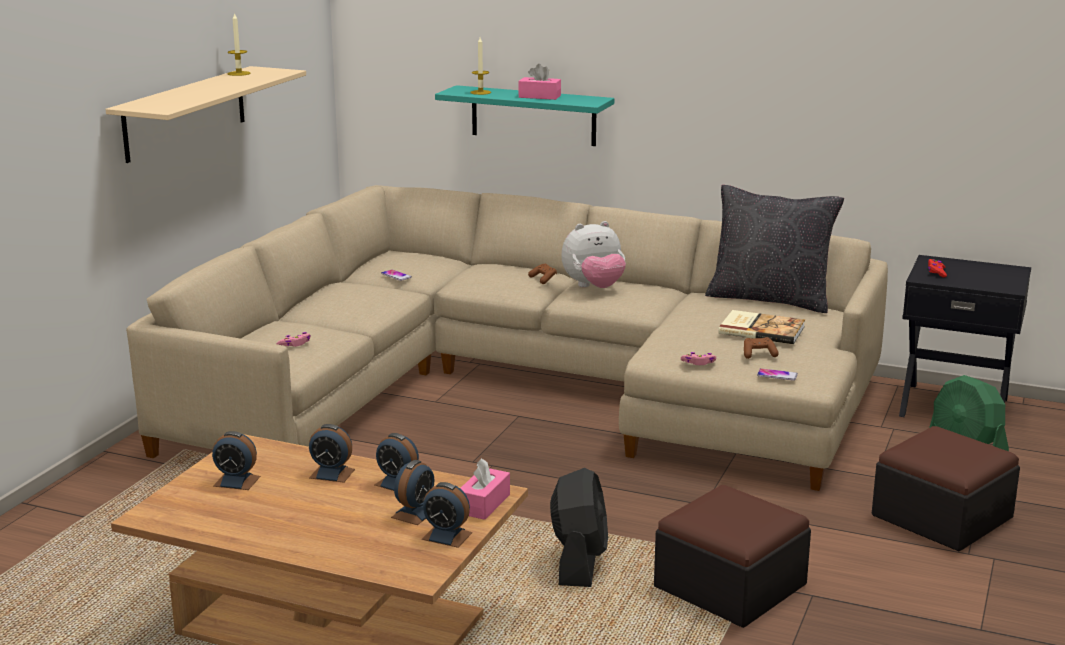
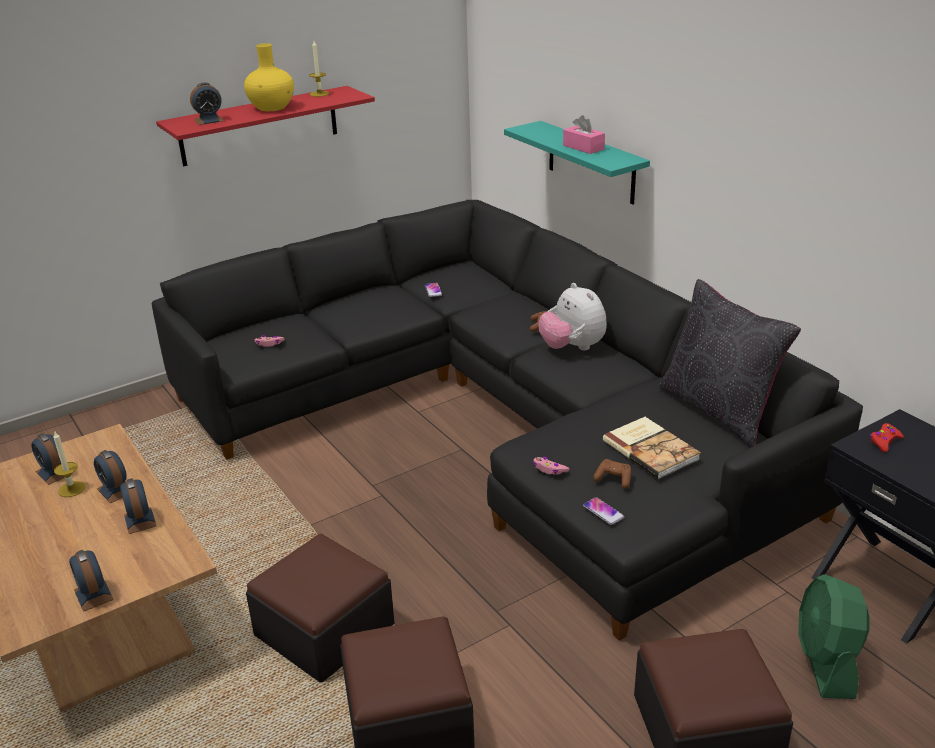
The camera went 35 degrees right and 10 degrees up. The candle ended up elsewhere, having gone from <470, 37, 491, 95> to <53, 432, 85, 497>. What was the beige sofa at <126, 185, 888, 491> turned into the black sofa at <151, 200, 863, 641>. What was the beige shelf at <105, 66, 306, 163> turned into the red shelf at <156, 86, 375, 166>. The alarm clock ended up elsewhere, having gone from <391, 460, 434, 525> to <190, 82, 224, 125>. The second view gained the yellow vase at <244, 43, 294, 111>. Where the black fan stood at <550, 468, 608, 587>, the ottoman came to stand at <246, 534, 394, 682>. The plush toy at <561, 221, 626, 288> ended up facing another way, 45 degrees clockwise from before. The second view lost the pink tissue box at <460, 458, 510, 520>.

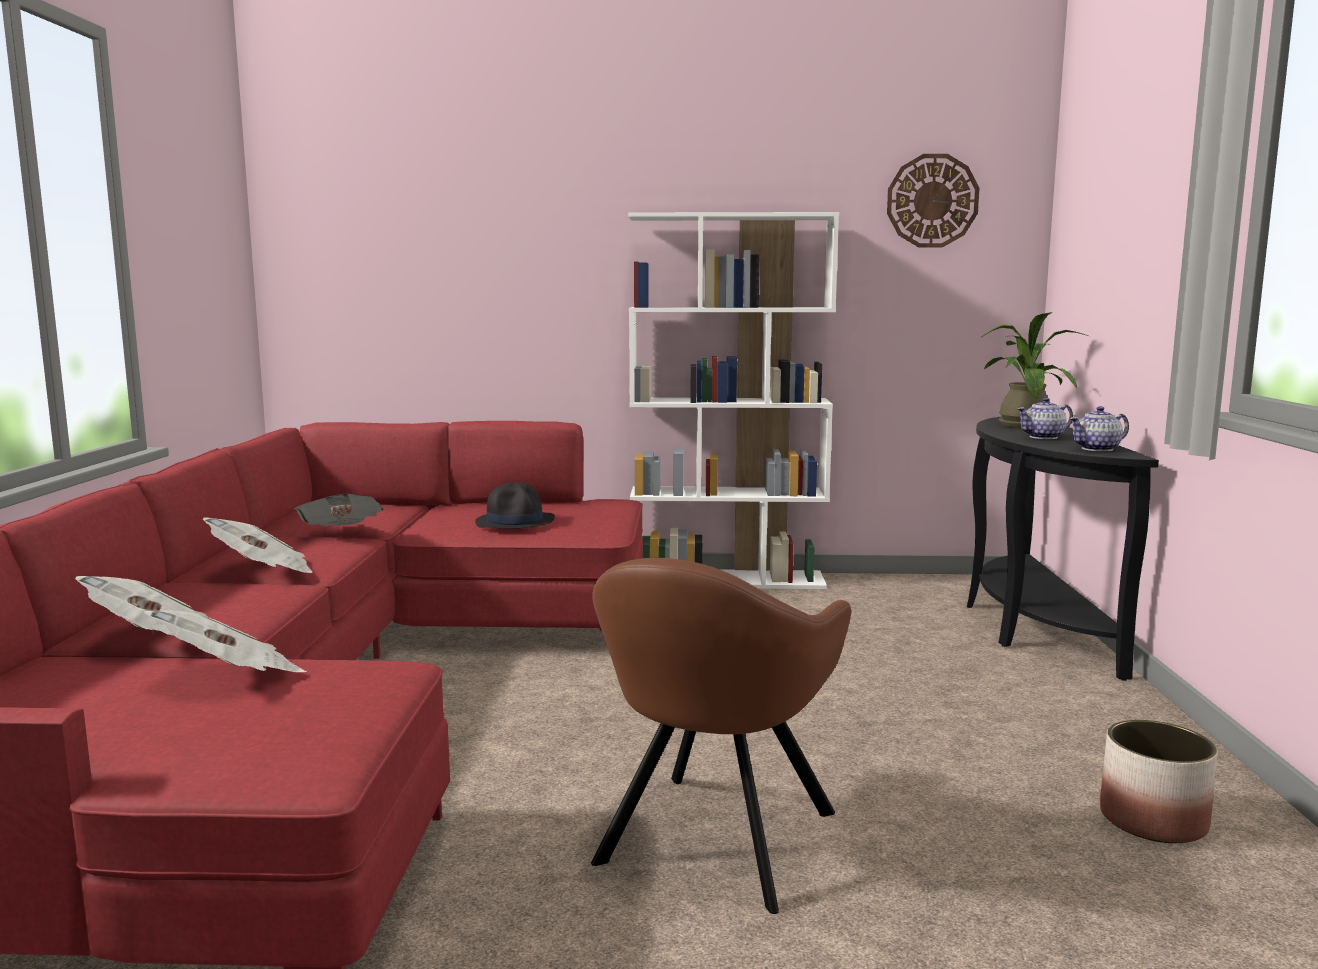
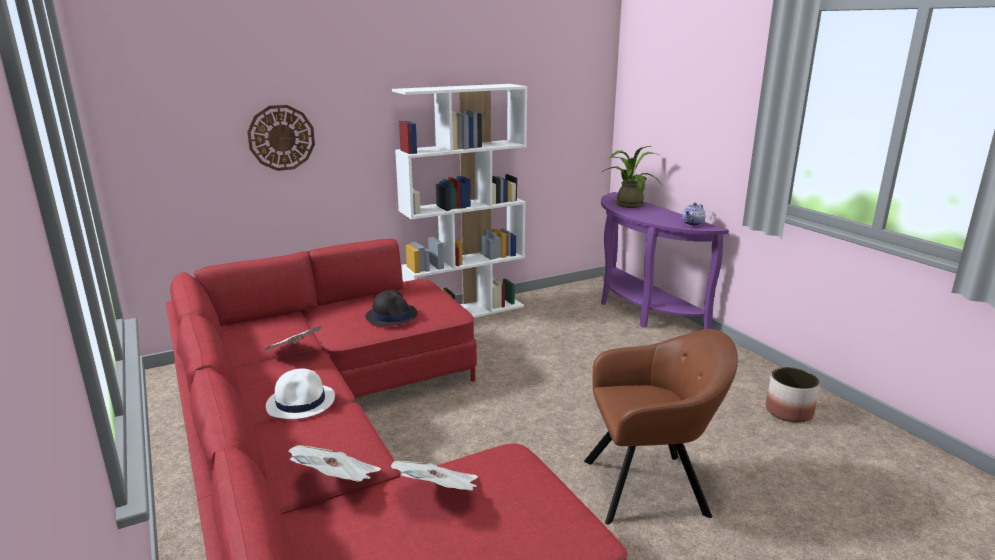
The camera went 30 degrees left and 10 degrees up. The wall clock ended up elsewhere, having gone from <887, 154, 980, 247> to <247, 105, 315, 171>. Where the newspaper stood at <203, 517, 312, 573>, the white hat came to stand at <266, 369, 335, 419>. The brown armchair at <591, 558, 851, 914> ended up facing another way, 90 degrees counterclockwise from before. What was the black console table at <967, 416, 1159, 681> turned into the purple console table at <601, 192, 729, 329>. The second view lost the teapot at <1017, 398, 1073, 439>.

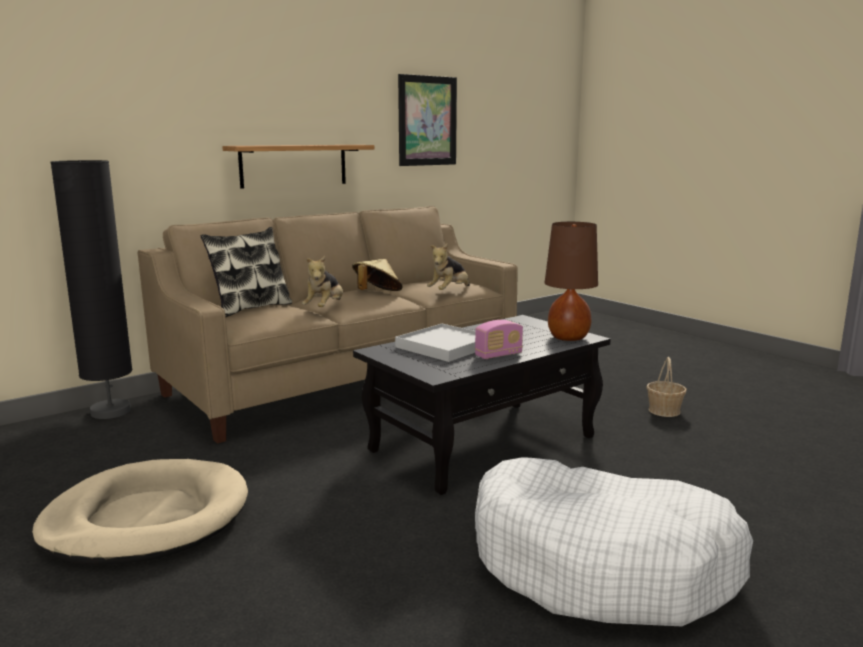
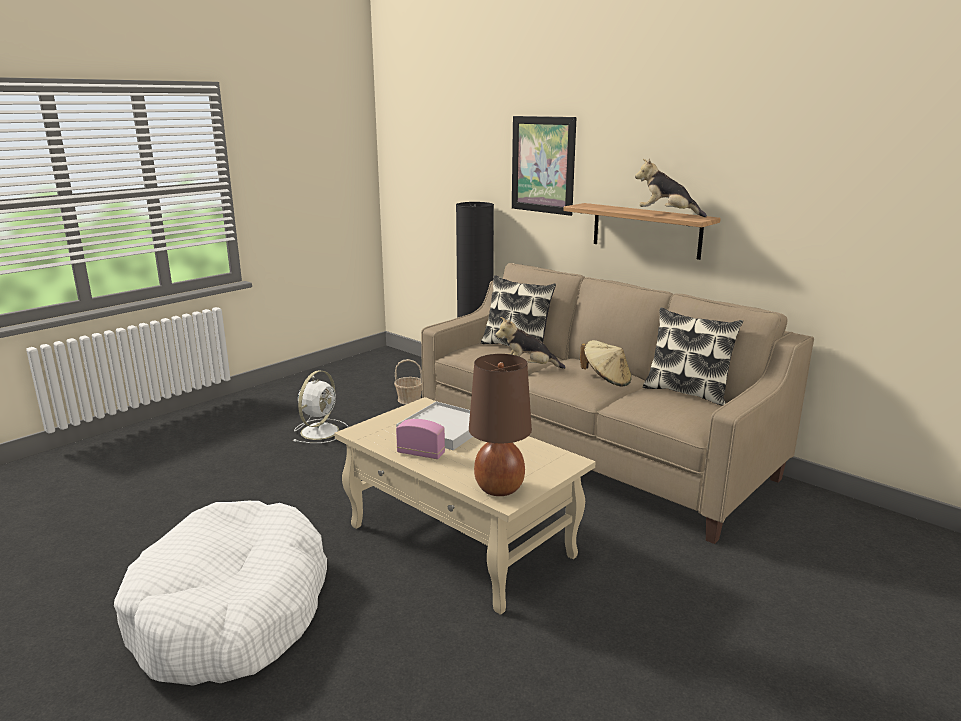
The camera went 80 degrees right and 5 degrees up. Where the beige dog bed stood at <32, 459, 248, 565>, the white fan came to stand at <293, 370, 348, 443>. What was the black coffee table at <353, 315, 611, 495> turned into the beige coffee table at <334, 397, 596, 615>. The basket ended up elsewhere, having gone from <646, 357, 687, 417> to <394, 359, 422, 404>. The radio at <475, 320, 523, 359> ended up facing another way, 150 degrees clockwise from before. The picture ended up elsewhere, having gone from <398, 74, 457, 166> to <512, 116, 577, 216>. The plush toy ended up elsewhere, having gone from <427, 244, 470, 290> to <635, 158, 707, 217>. The second view gained the pillow at <643, 308, 743, 406>.

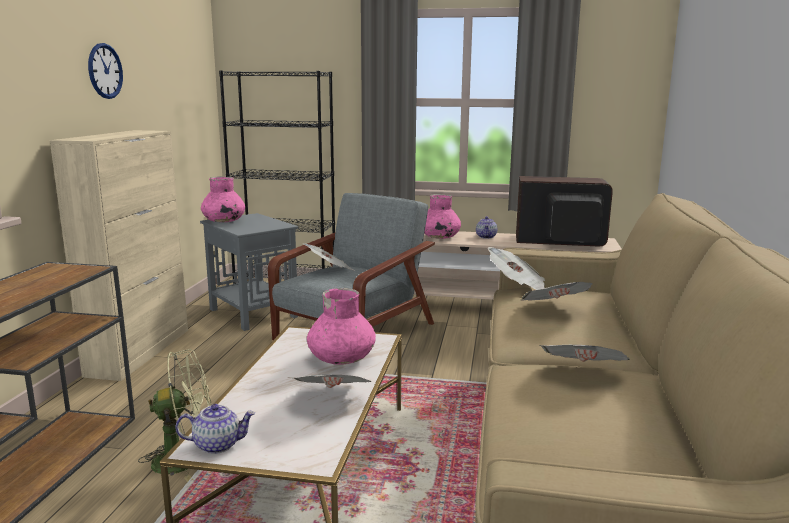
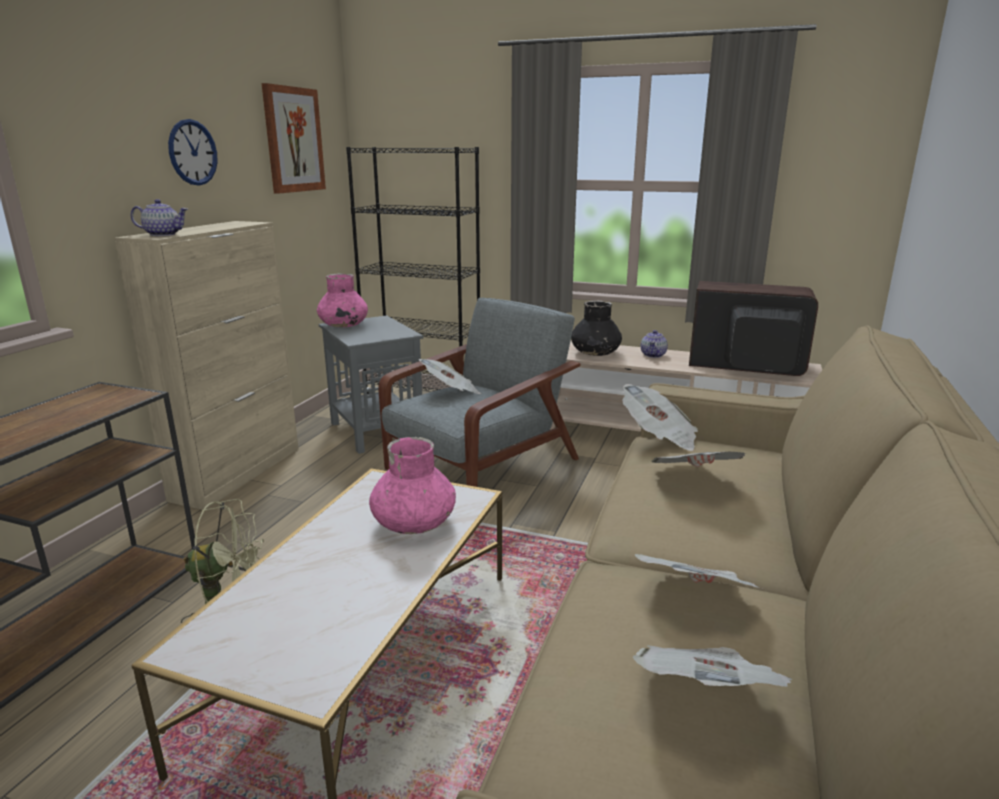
The camera went 10 degrees right and 5 degrees up. The teapot ended up elsewhere, having gone from <175, 404, 255, 454> to <131, 199, 188, 236>. The second view gained the picture at <261, 83, 326, 194>. What was the pink vase at <424, 194, 461, 239> turned into the black vase at <571, 300, 622, 356>. The newspaper ended up elsewhere, having gone from <288, 375, 372, 388> to <632, 645, 792, 686>.

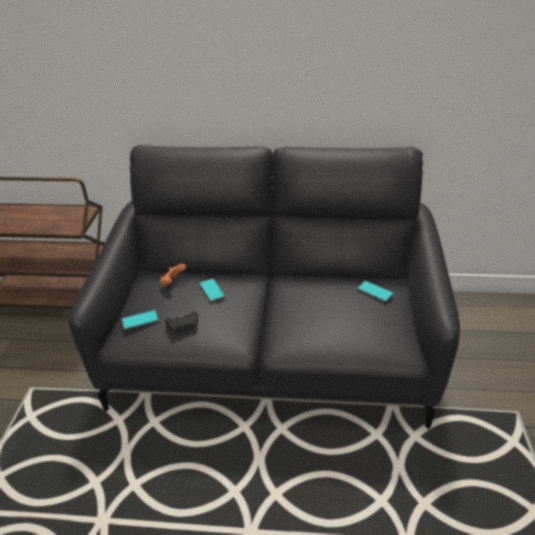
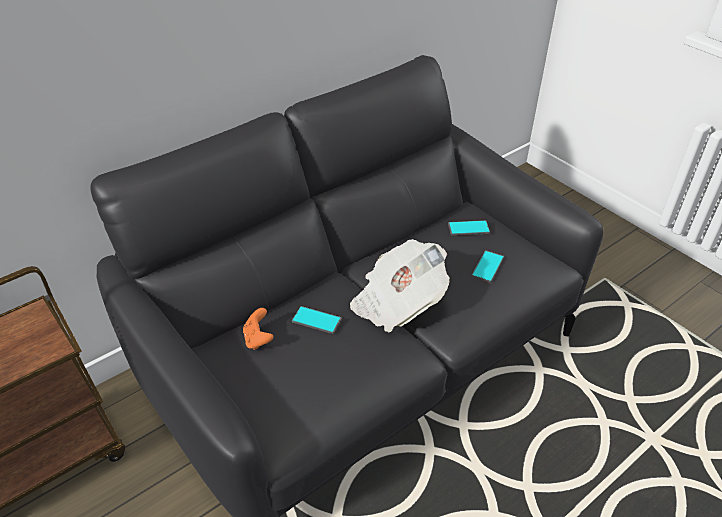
The camera went 45 degrees left and 5 degrees up. The second view gained the newspaper at <350, 239, 450, 332>. The phone ended up elsewhere, having gone from <121, 310, 159, 330> to <472, 250, 504, 283>. The second view lost the black game controller at <165, 311, 198, 333>.

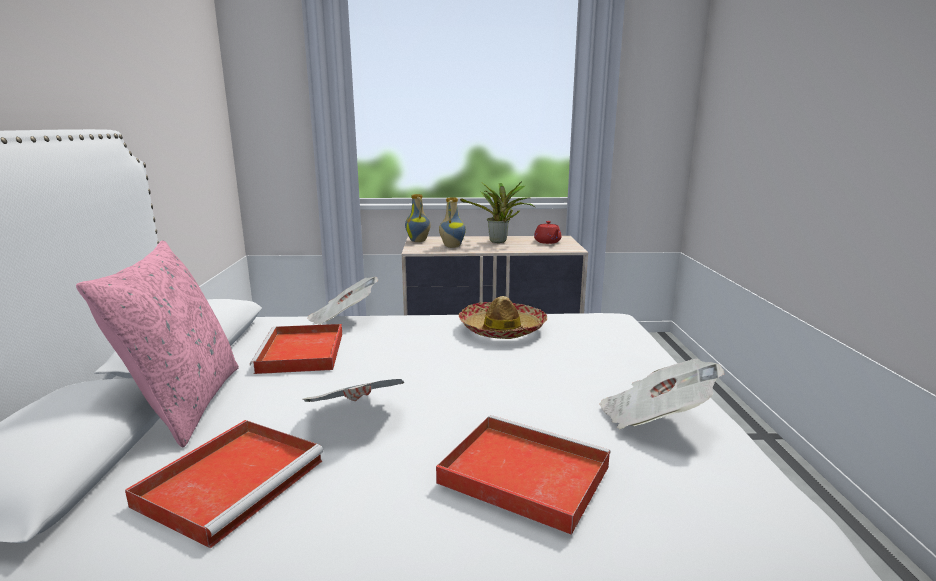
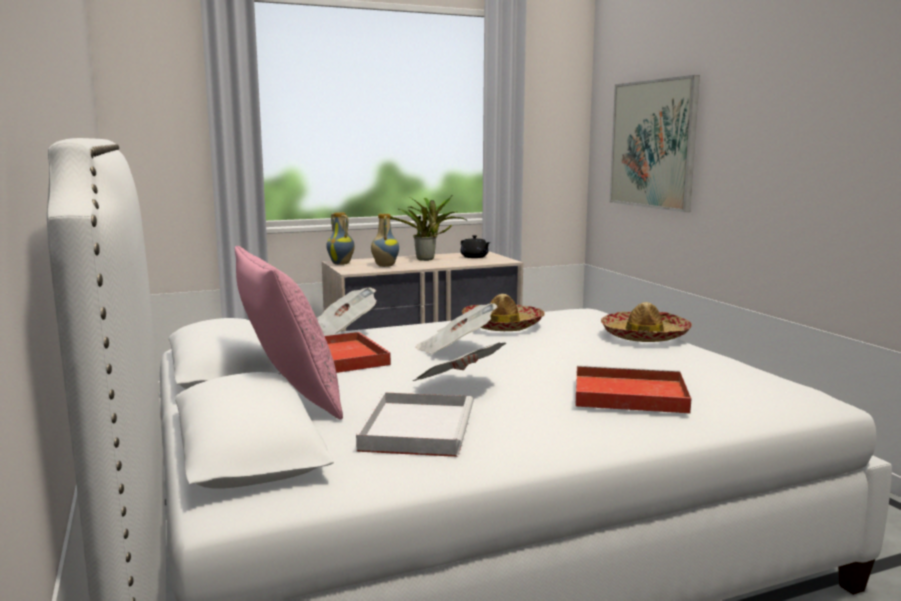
The camera went 20 degrees left and 5 degrees down. What was the red tray at <125, 420, 324, 548> turned into the white tray at <356, 392, 474, 457>. The newspaper ended up elsewhere, having gone from <599, 359, 725, 429> to <415, 303, 498, 354>. What was the red teapot at <534, 221, 562, 244> turned into the black teapot at <460, 235, 491, 258>. The second view gained the hat at <601, 302, 692, 342>. The second view gained the picture at <610, 75, 700, 212>.

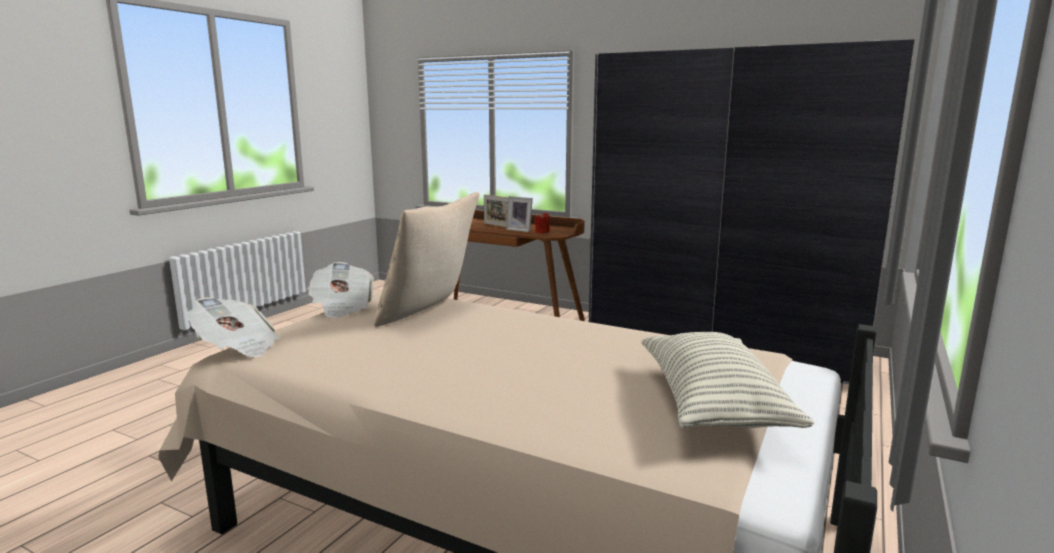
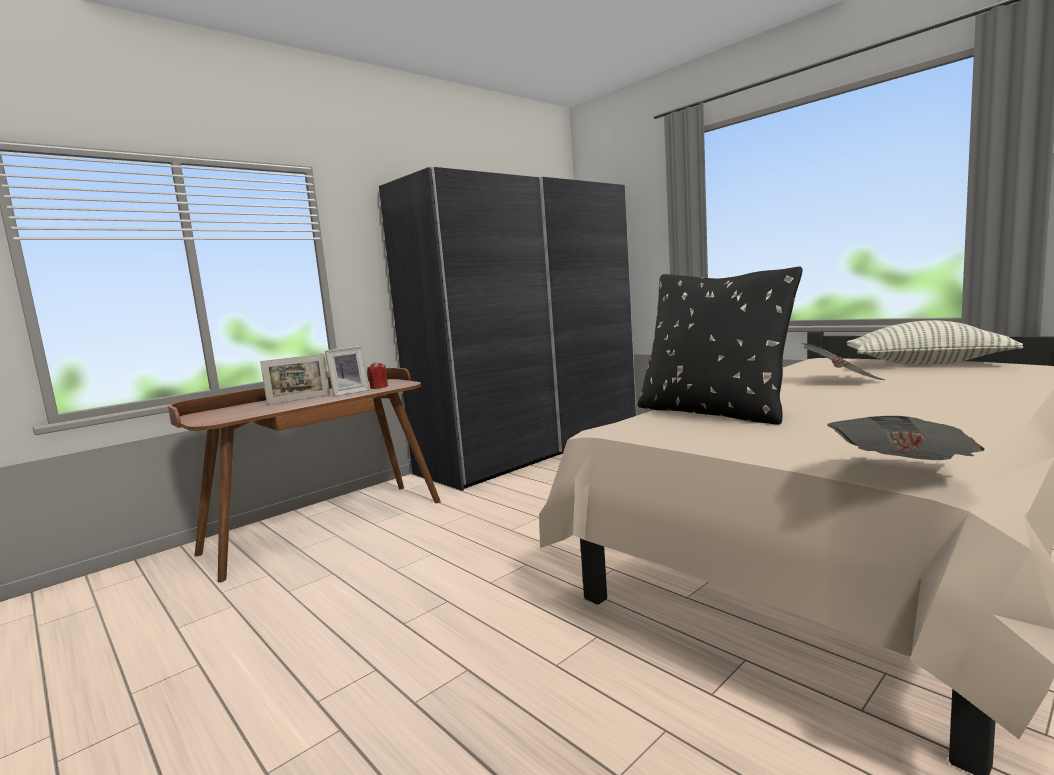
The camera went 70 degrees left and 5 degrees down. What was the beige pillow at <374, 192, 479, 327> turned into the black pillow at <637, 266, 803, 425>. The newspaper ended up elsewhere, having gone from <307, 262, 374, 318> to <801, 343, 885, 380>.

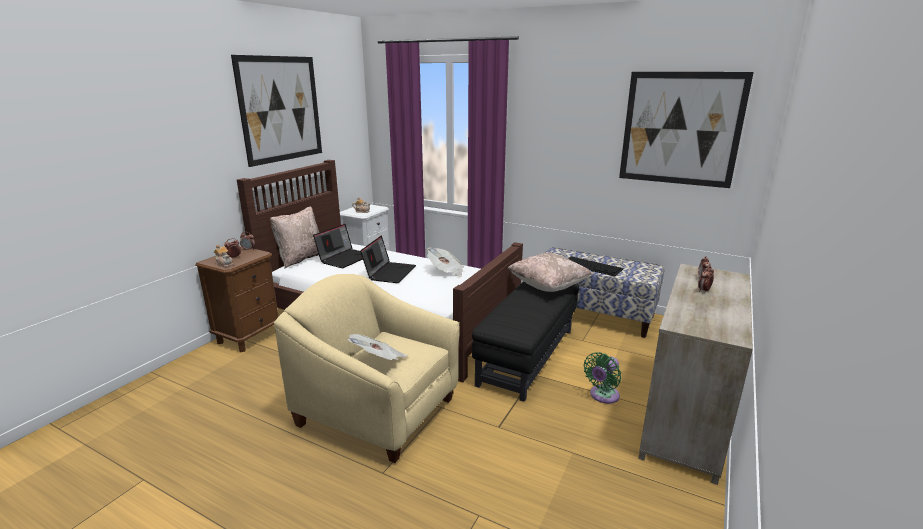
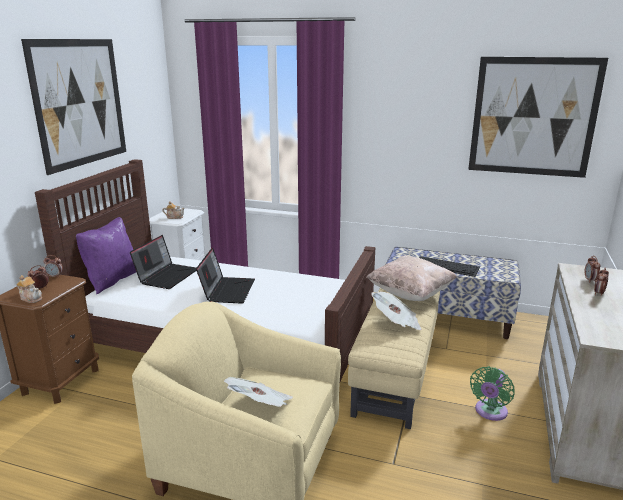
The camera went 10 degrees left and 0 degrees up. What was the beige pillow at <270, 207, 319, 269> turned into the purple pillow at <76, 217, 136, 294>. What was the black ottoman at <472, 281, 579, 402> turned into the beige ottoman at <348, 288, 440, 429>. The newspaper ended up elsewhere, having gone from <427, 248, 464, 277> to <371, 292, 422, 330>.

